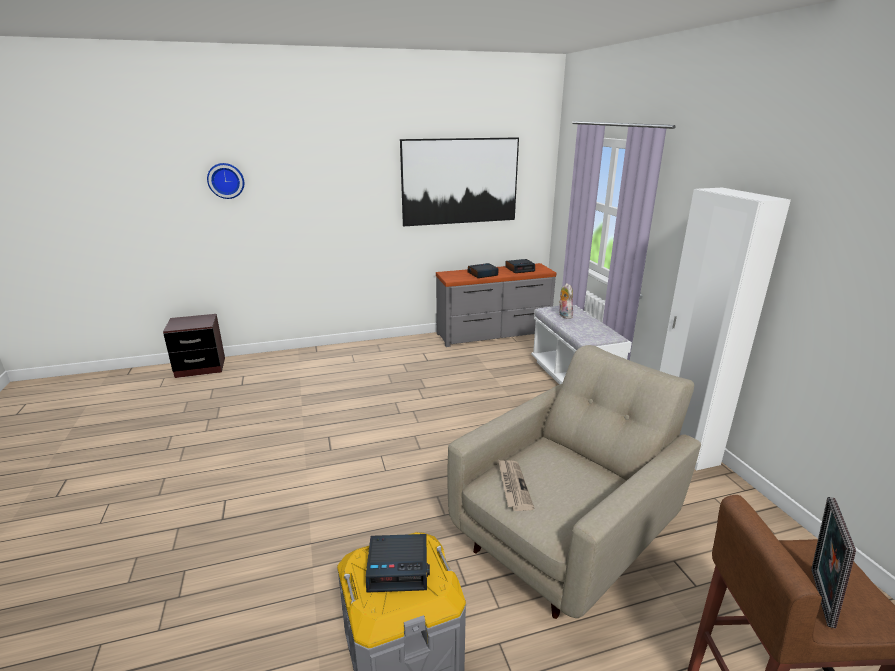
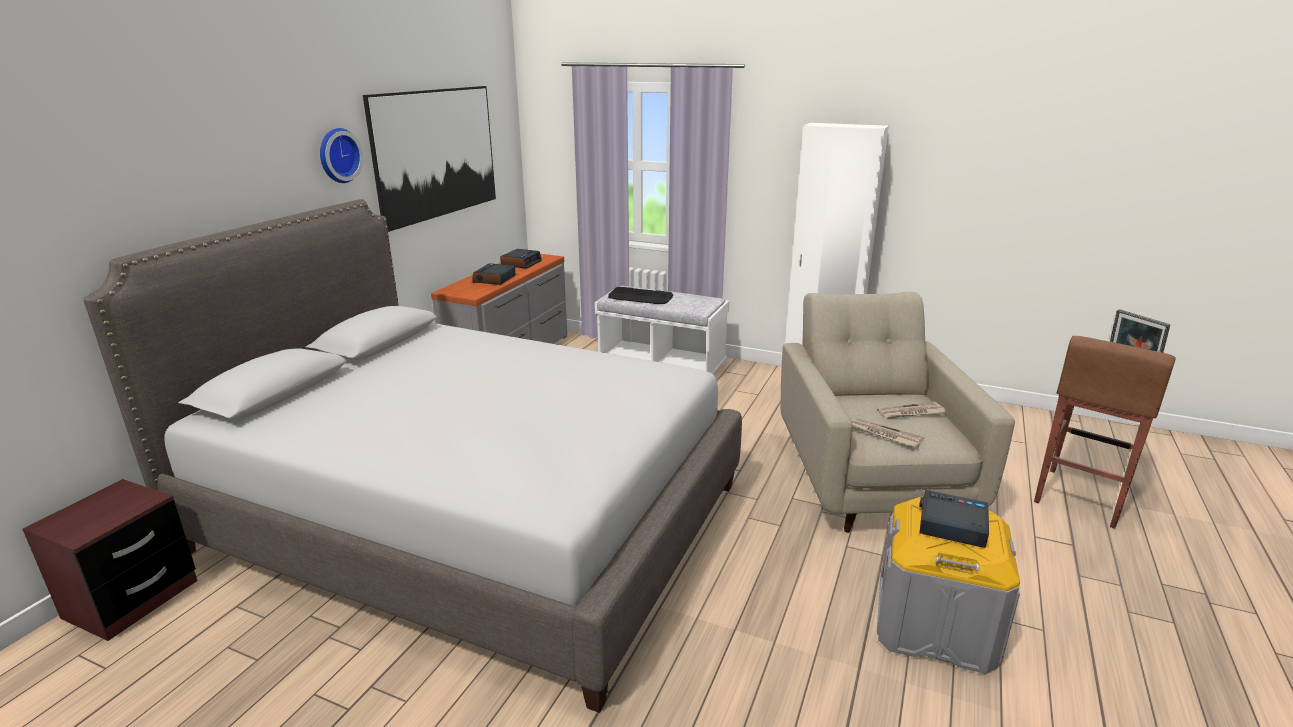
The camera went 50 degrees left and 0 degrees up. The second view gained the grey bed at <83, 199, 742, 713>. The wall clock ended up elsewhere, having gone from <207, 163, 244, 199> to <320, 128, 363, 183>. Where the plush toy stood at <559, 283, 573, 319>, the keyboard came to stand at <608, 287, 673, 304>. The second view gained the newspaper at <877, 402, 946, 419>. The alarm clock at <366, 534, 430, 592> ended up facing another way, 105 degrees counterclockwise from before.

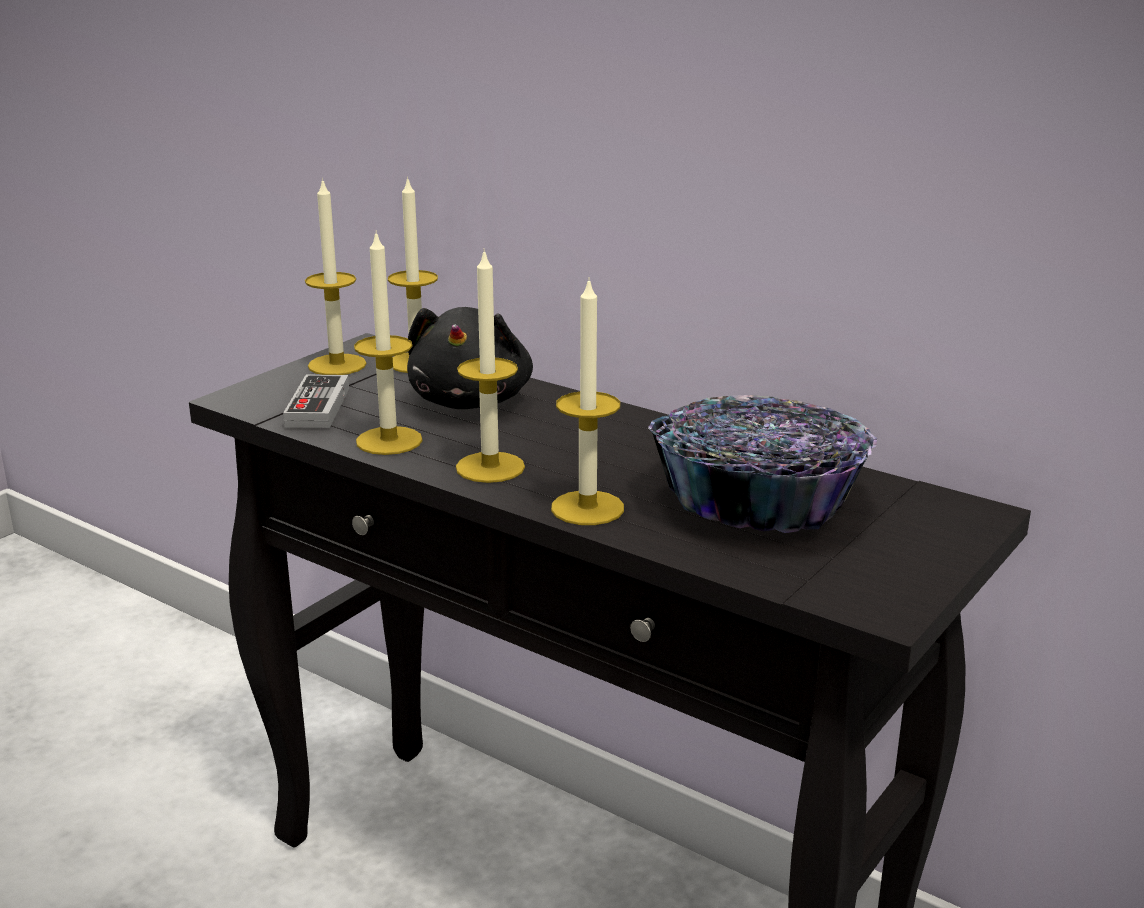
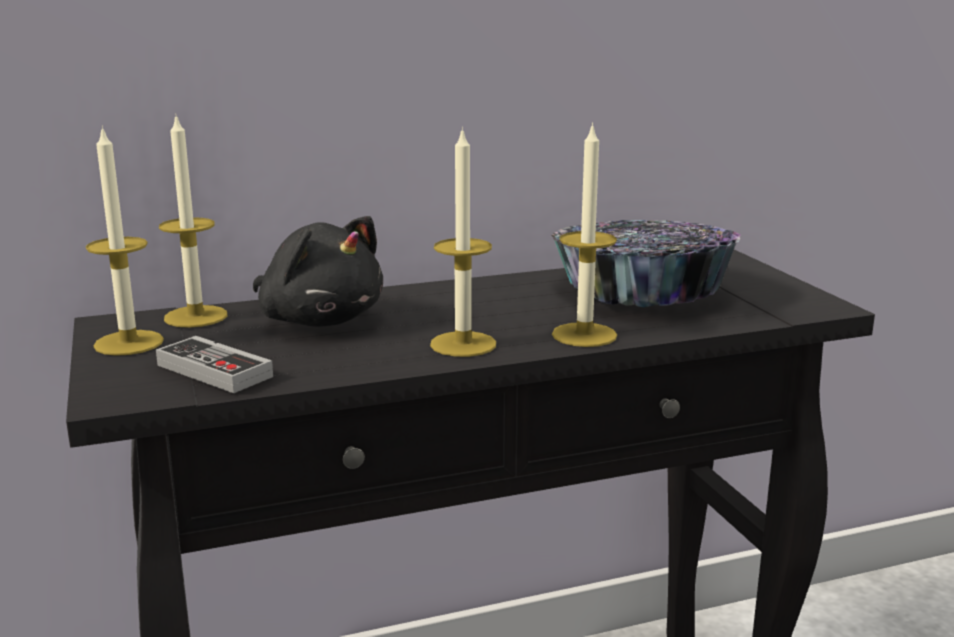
The camera went 55 degrees left and 5 degrees down. The second view lost the candle at <354, 231, 422, 455>.

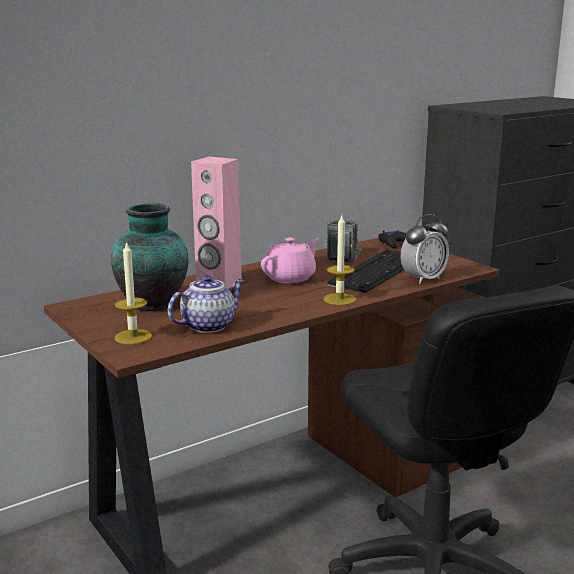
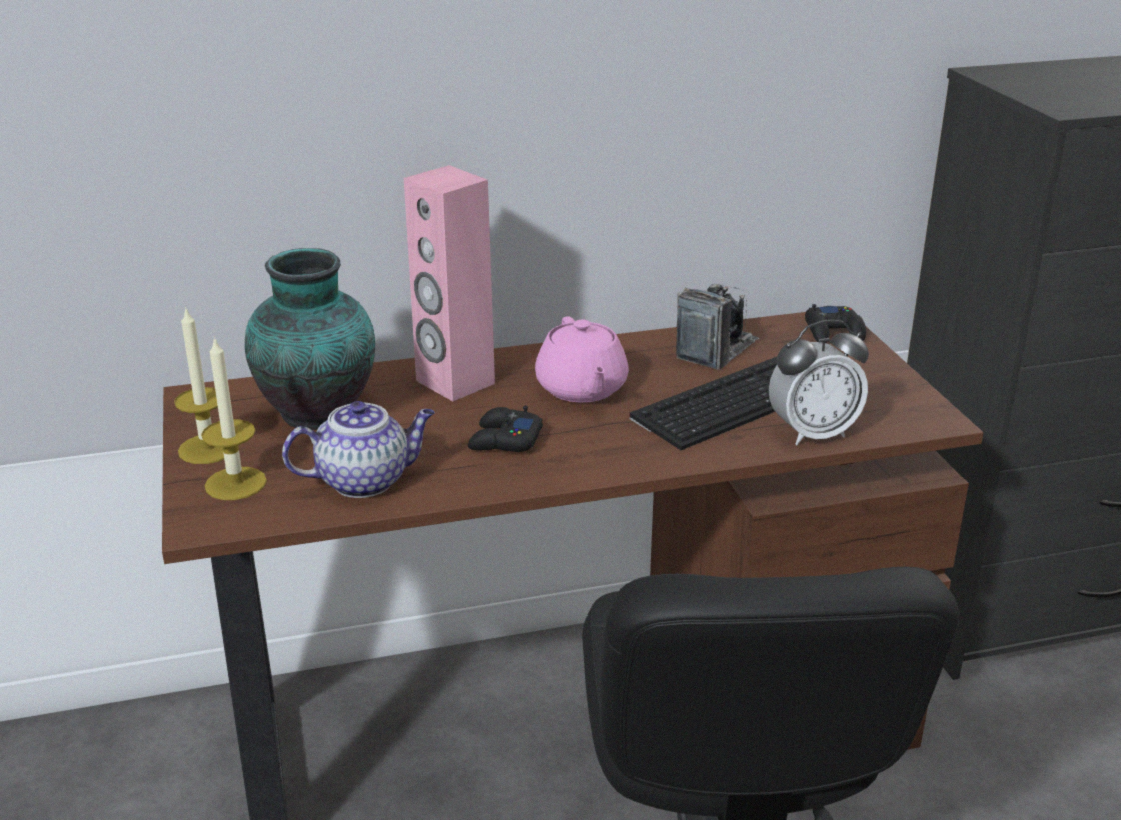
The camera went 20 degrees right and 10 degrees up. The candle ended up elsewhere, having gone from <324, 216, 356, 305> to <174, 306, 224, 464>. The second view gained the black game controller at <468, 406, 543, 452>. The pink teapot at <261, 238, 319, 283> ended up facing another way, 105 degrees clockwise from before.

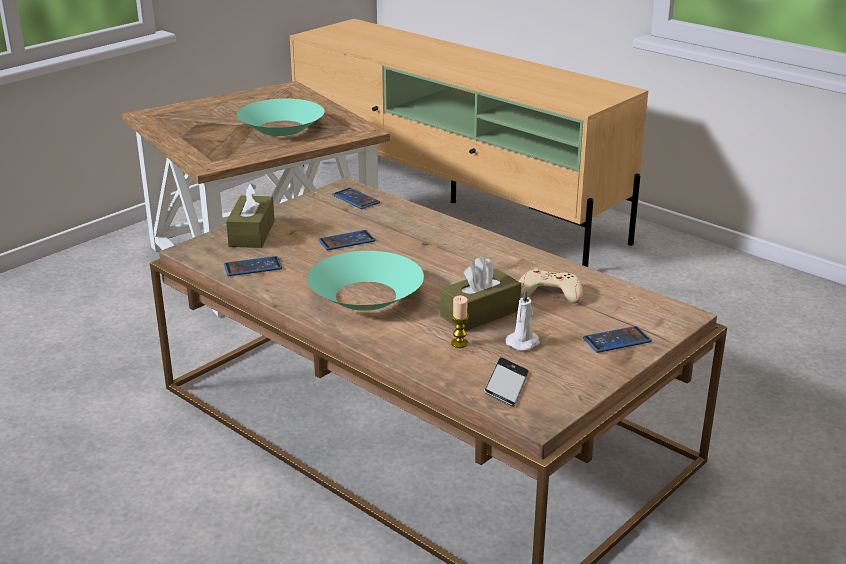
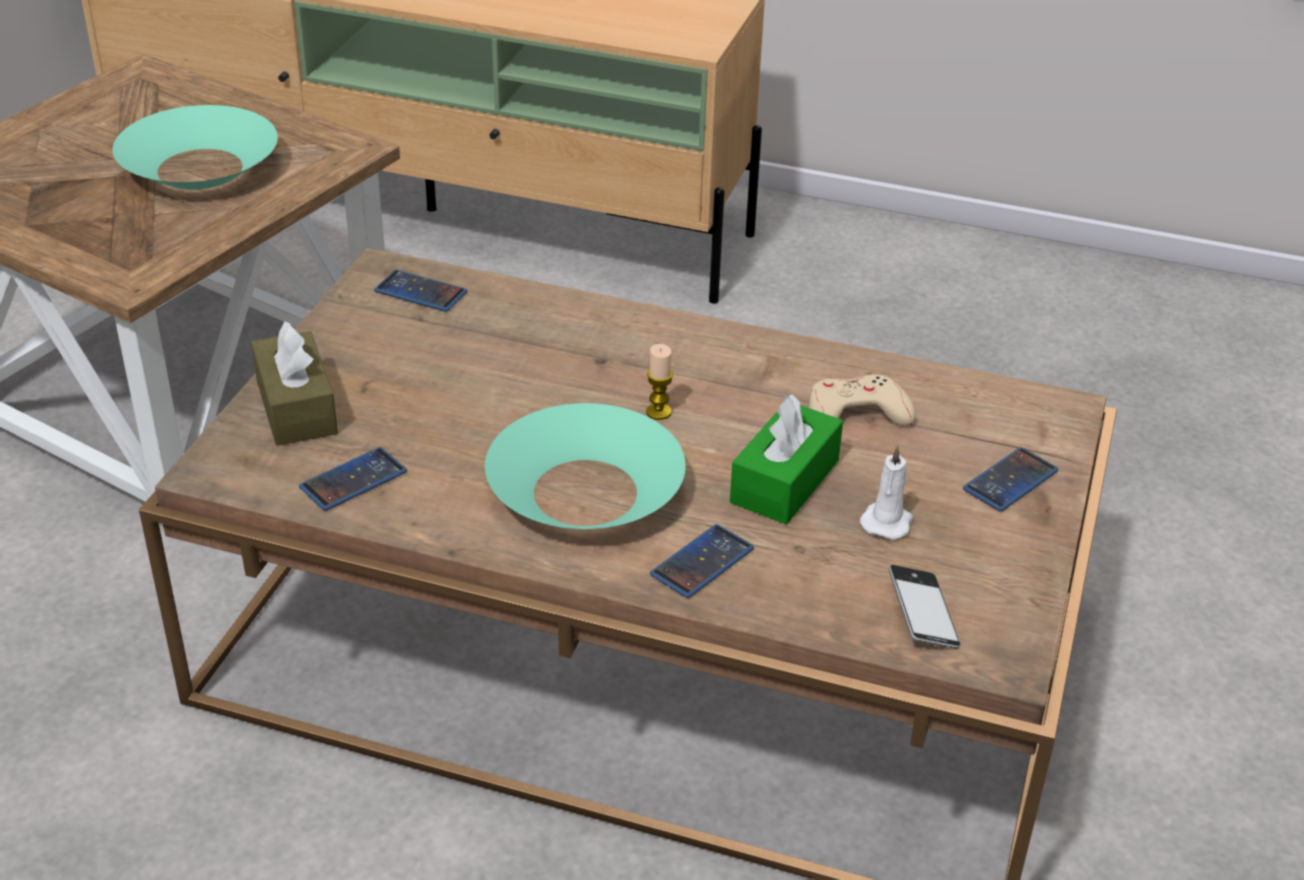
The camera went 25 degrees left and 10 degrees up. The candle ended up elsewhere, having gone from <451, 296, 469, 348> to <646, 344, 673, 420>. The phone ended up elsewhere, having gone from <318, 230, 375, 250> to <650, 524, 754, 598>. What was the brown tissue box at <440, 256, 521, 331> turned into the green tissue box at <730, 394, 843, 524>.

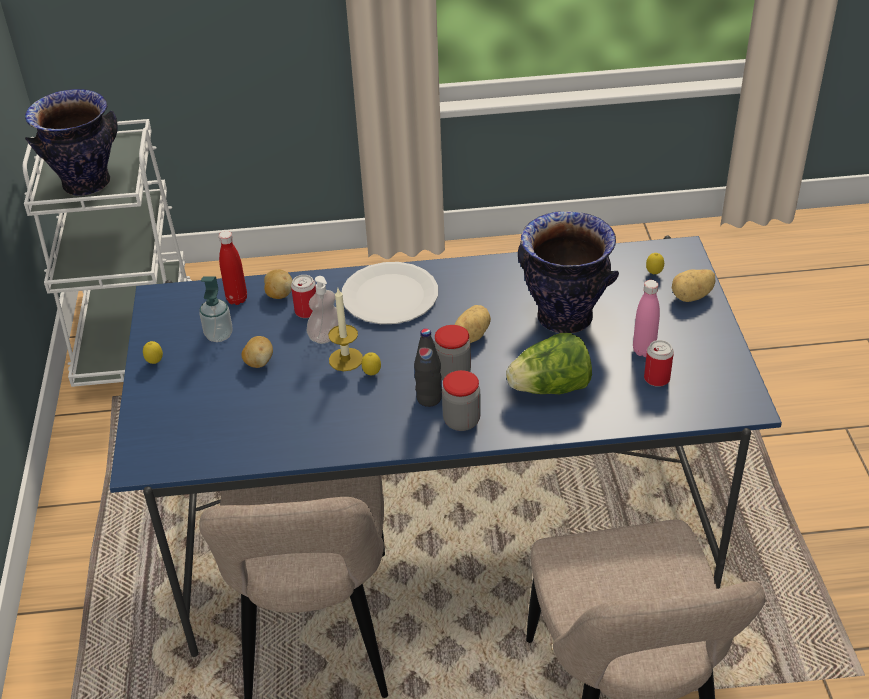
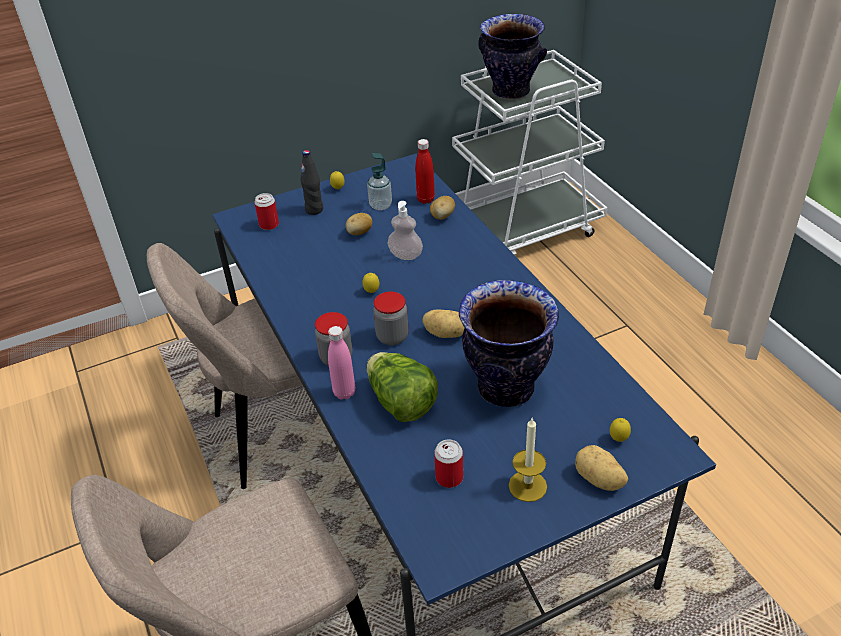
The camera went 70 degrees right and 0 degrees up. The can ended up elsewhere, having gone from <291, 275, 316, 318> to <254, 193, 279, 230>. The black bottle ended up elsewhere, having gone from <414, 328, 442, 407> to <300, 150, 323, 215>. The pink bottle ended up elsewhere, having gone from <633, 280, 660, 357> to <328, 326, 355, 400>. The candle ended up elsewhere, having gone from <328, 289, 363, 371> to <509, 417, 547, 502>. The second view lost the white plate at <342, 262, 438, 324>.

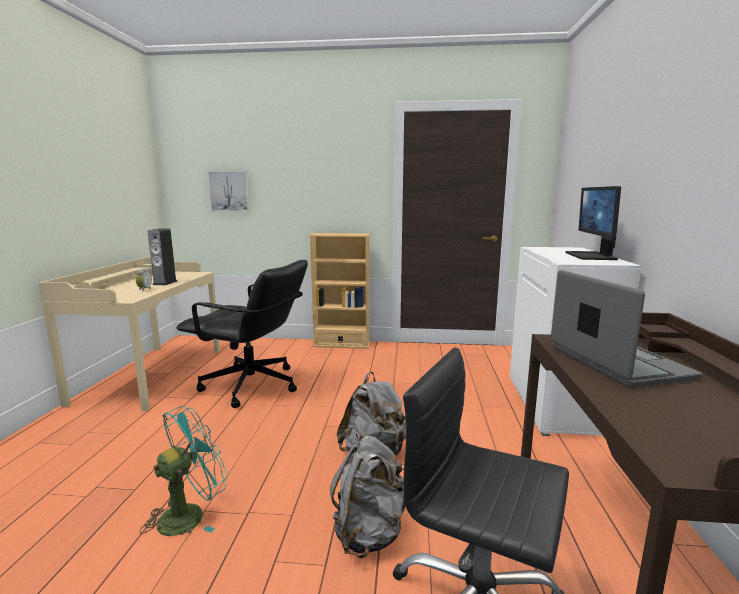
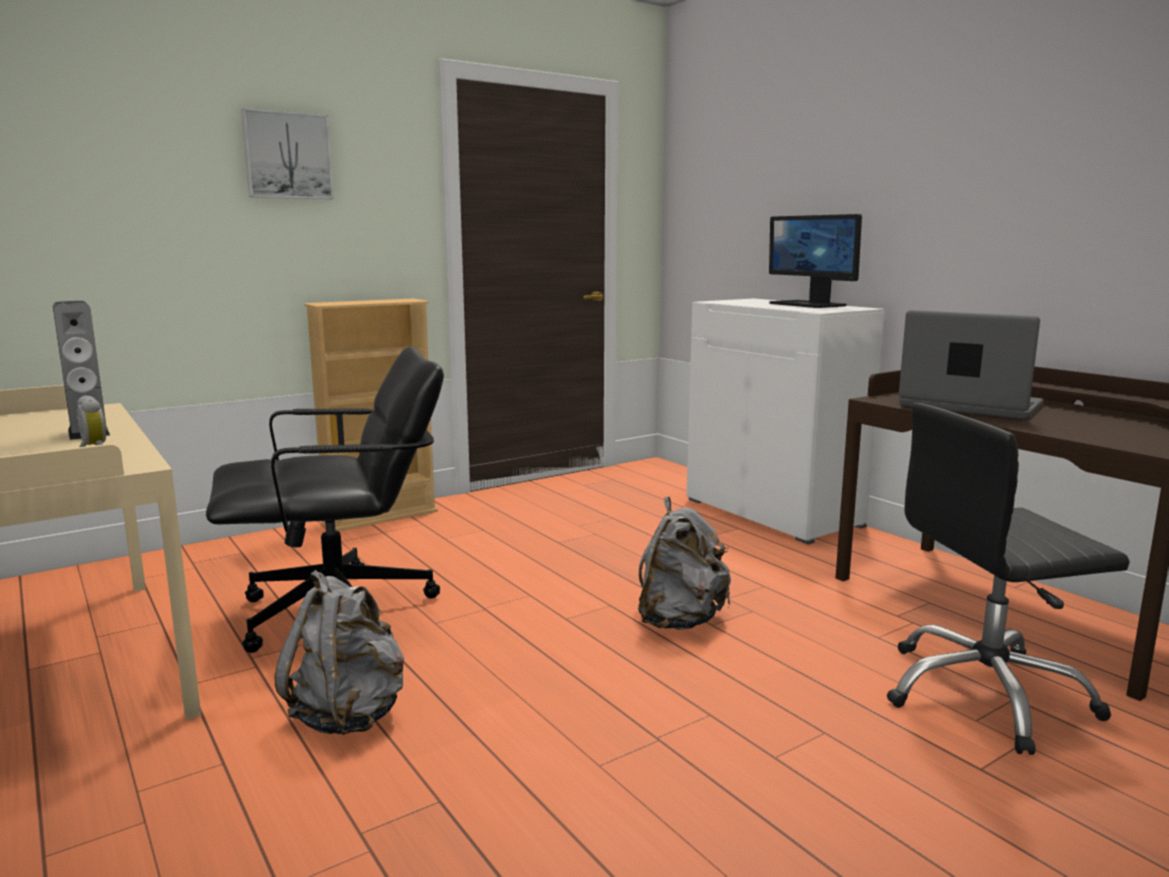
The camera went 40 degrees left and 0 degrees up. The picture ended up elsewhere, having gone from <208, 171, 250, 212> to <241, 108, 334, 199>. The grey backpack ended up elsewhere, having gone from <330, 434, 405, 558> to <275, 570, 405, 735>. The second view lost the turquoise fan at <140, 406, 228, 536>.

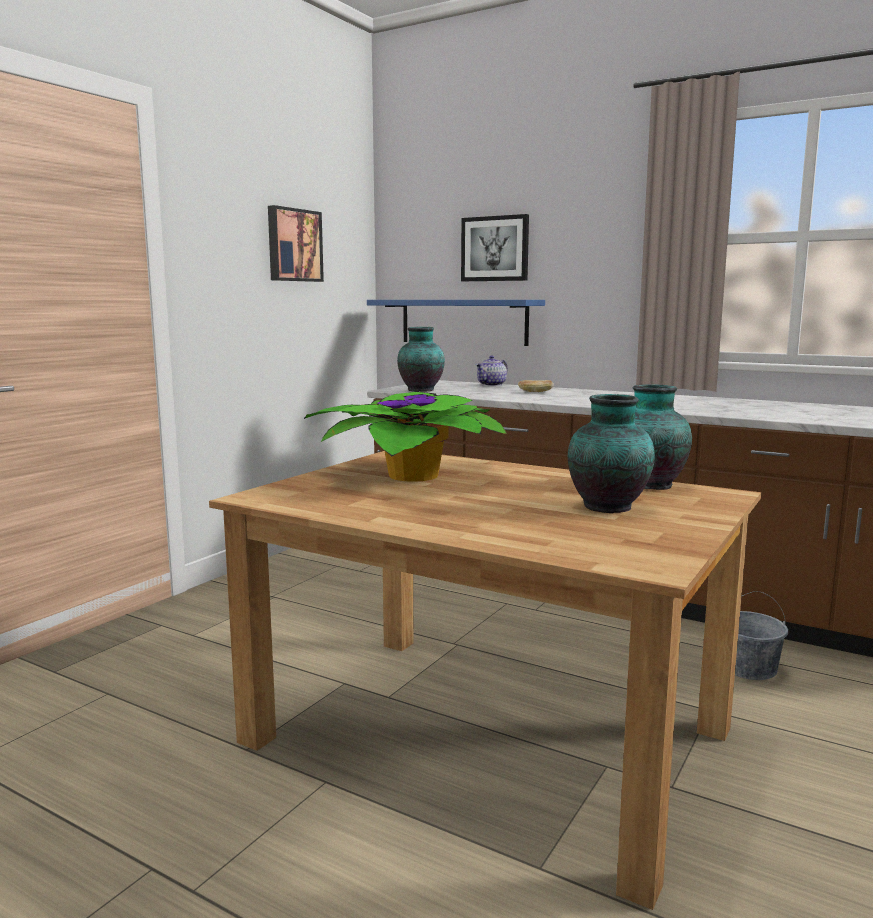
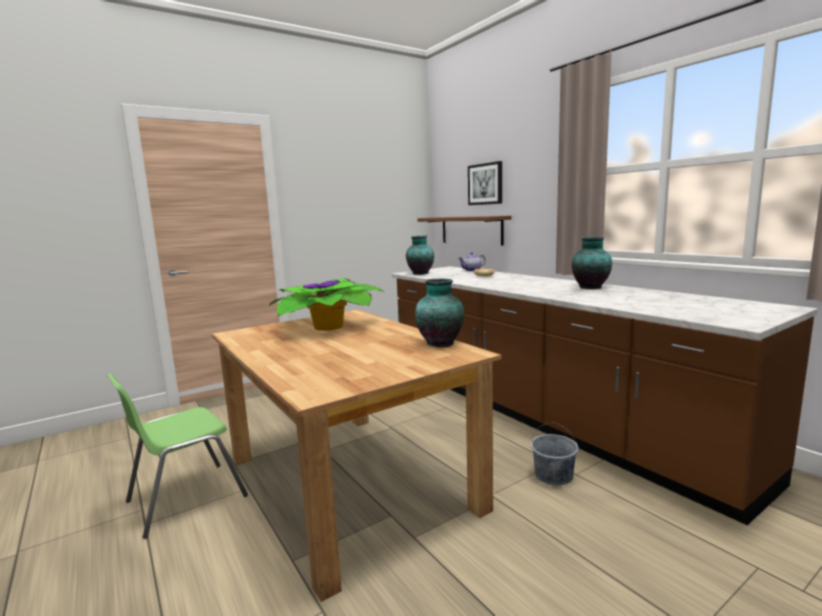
The camera went 25 degrees right and 0 degrees up. The second view gained the green chair at <107, 374, 248, 538>. What was the blue shelf at <367, 300, 545, 346> turned into the brown shelf at <417, 216, 511, 246>. The vase ended up elsewhere, having gone from <568, 394, 655, 513> to <572, 236, 612, 289>. The second view lost the picture at <268, 205, 324, 282>.

